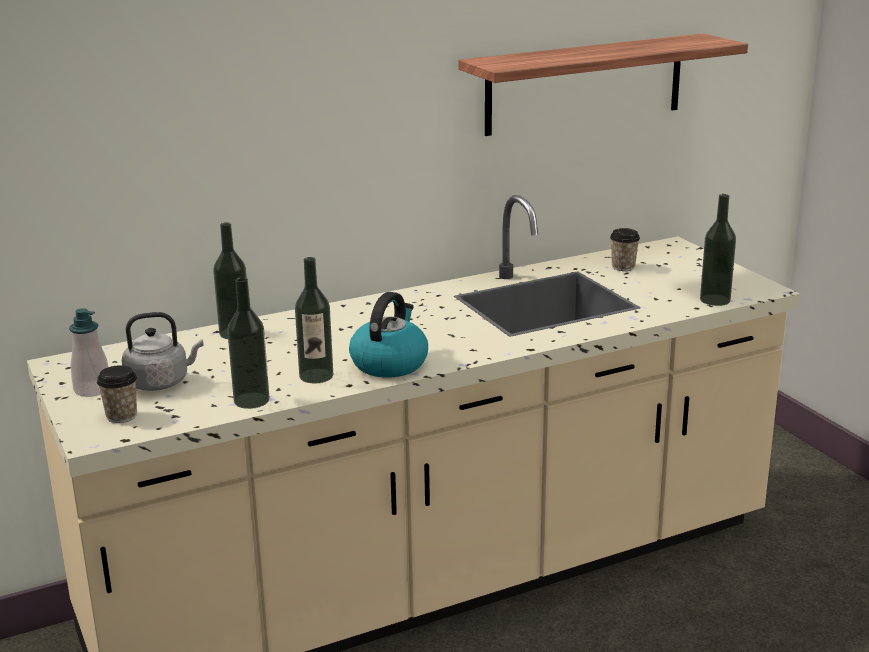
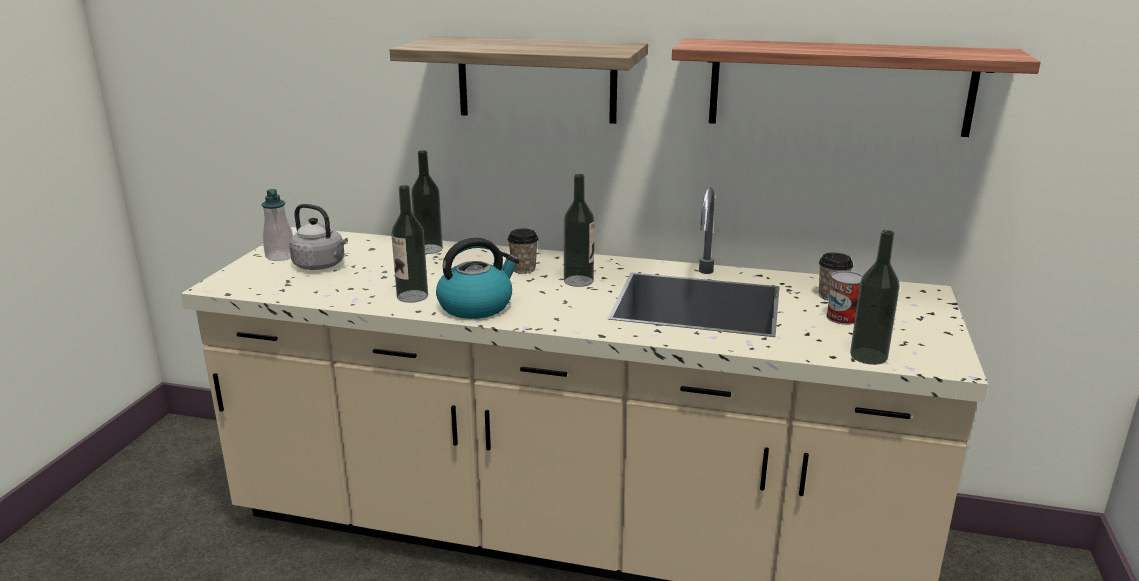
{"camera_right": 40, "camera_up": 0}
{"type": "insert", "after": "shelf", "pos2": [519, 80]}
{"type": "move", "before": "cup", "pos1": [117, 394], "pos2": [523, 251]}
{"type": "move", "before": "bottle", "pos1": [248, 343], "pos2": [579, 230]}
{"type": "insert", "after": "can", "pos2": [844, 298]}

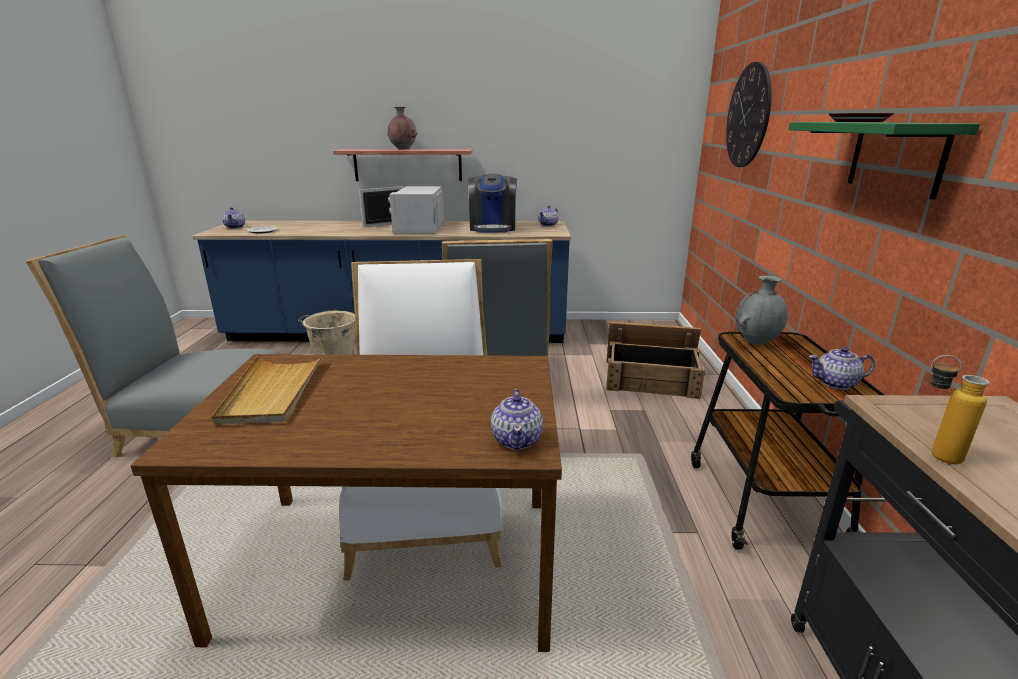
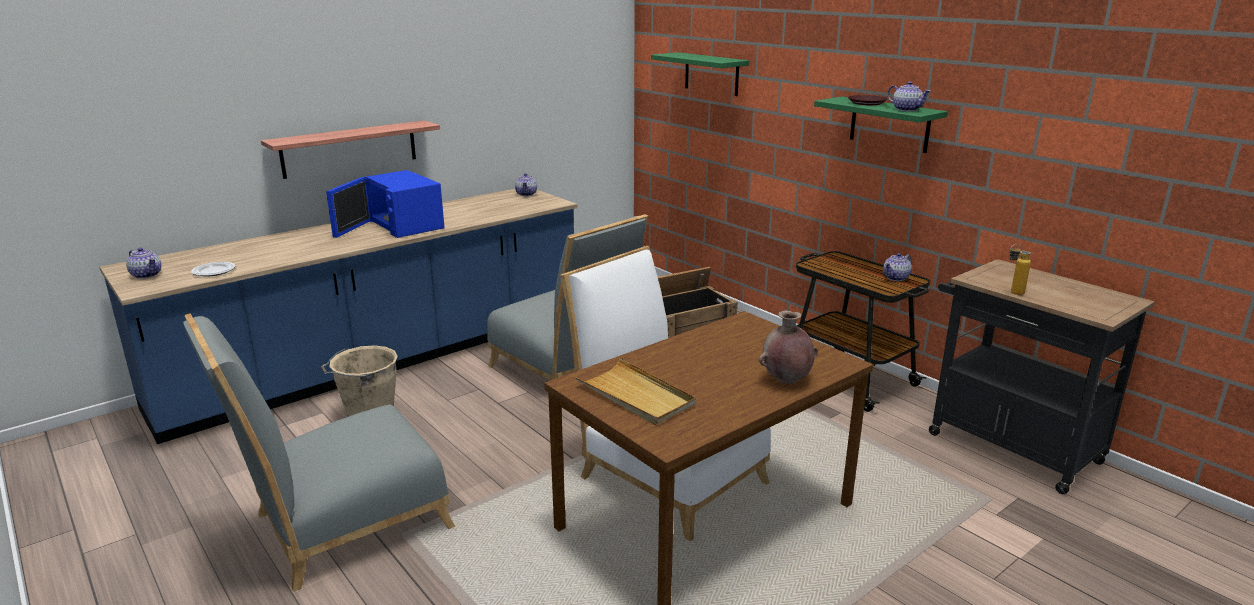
{"camera_right": -40, "camera_up": 0}
{"type": "recolor", "before": "microwave in white", "after": "microwave in blue", "pos1": [401, 210], "pos2": [385, 204]}
{"type": "replace", "before": "wall clock", "after": "shelf in green", "pos1": [749, 114], "pos2": [700, 74]}
{"type": "move", "before": "vase in brown", "pos1": [402, 128], "pos2": [788, 347]}
{"type": "move", "before": "teapot", "pos1": [517, 419], "pos2": [909, 96]}
{"type": "delete", "before": "coffee machine", "pos1": [492, 202]}
{"type": "delete", "before": "vase in grey", "pos1": [761, 310]}

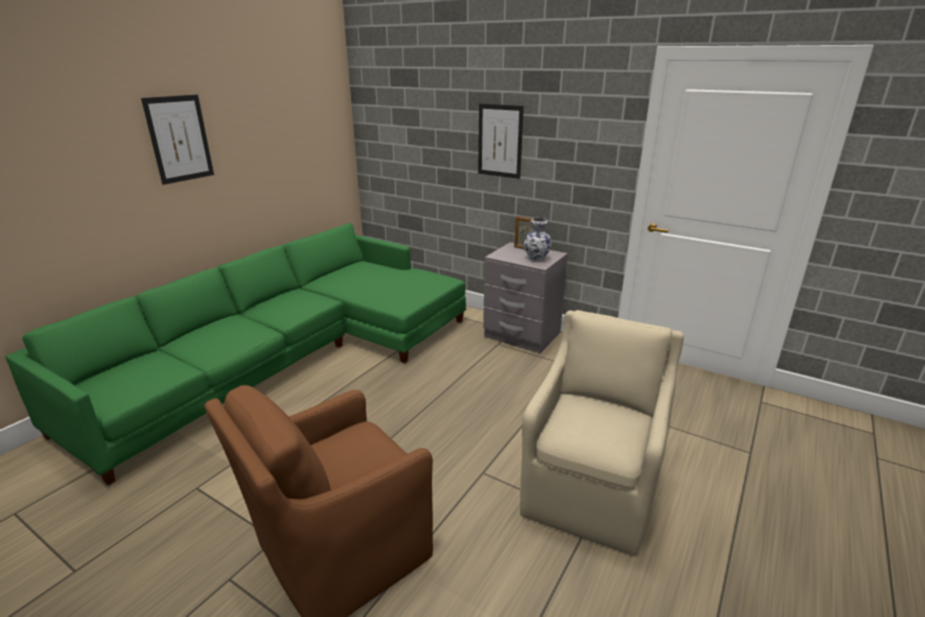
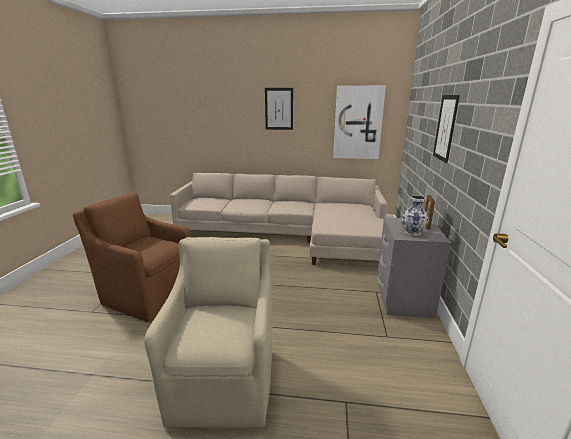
{"camera_right": 65, "camera_up": -5}
{"type": "rotate", "before": "armchair in beige", "pos1": [602, 433], "pos2": [208, 332], "turn": -90}
{"type": "recolor", "before": "sofa in green", "after": "sofa in beige", "pos1": [235, 354], "pos2": [278, 219]}
{"type": "insert", "after": "picture", "pos2": [359, 122]}

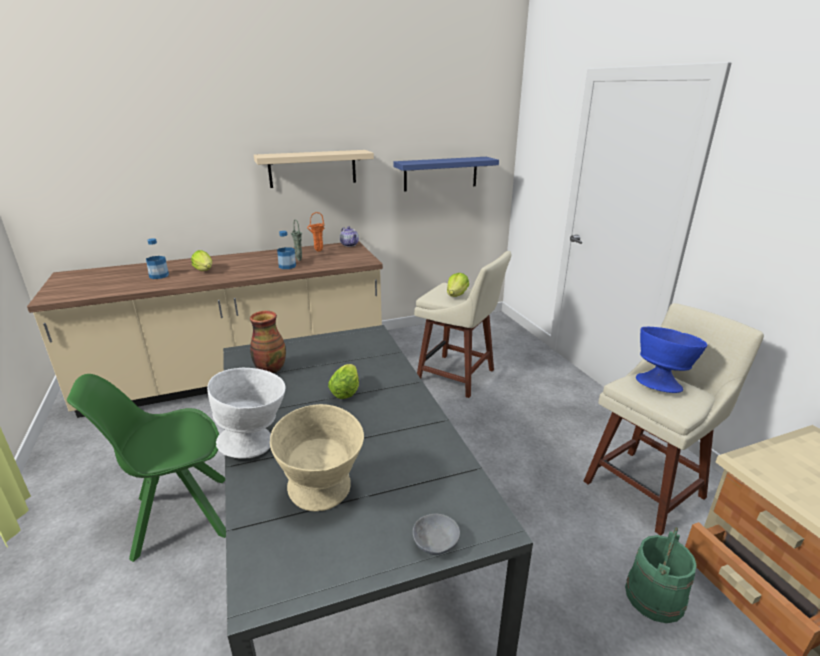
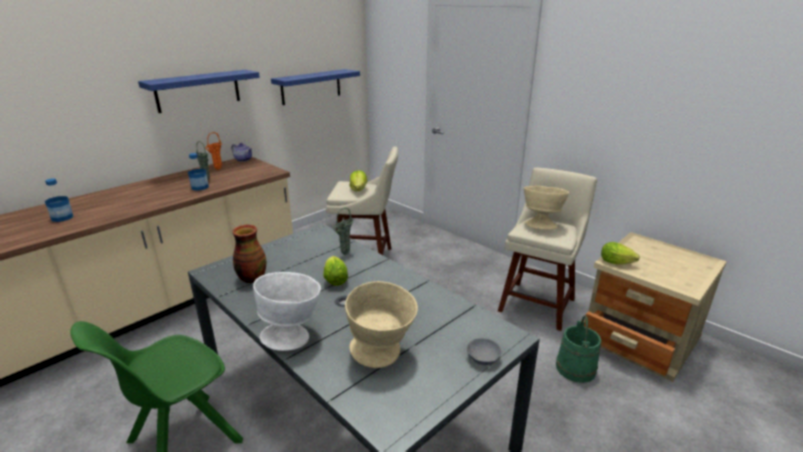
{"camera_right": -25, "camera_up": 0}
{"type": "recolor", "before": "shelf in beige", "after": "shelf in blue", "pos1": [314, 169], "pos2": [199, 91]}
{"type": "insert", "after": "vase in green", "pos2": [343, 231]}
{"type": "recolor", "before": "bowl in blue", "after": "bowl in beige", "pos1": [671, 360], "pos2": [546, 208]}
{"type": "move", "before": "lettuce", "pos1": [201, 260], "pos2": [620, 253]}

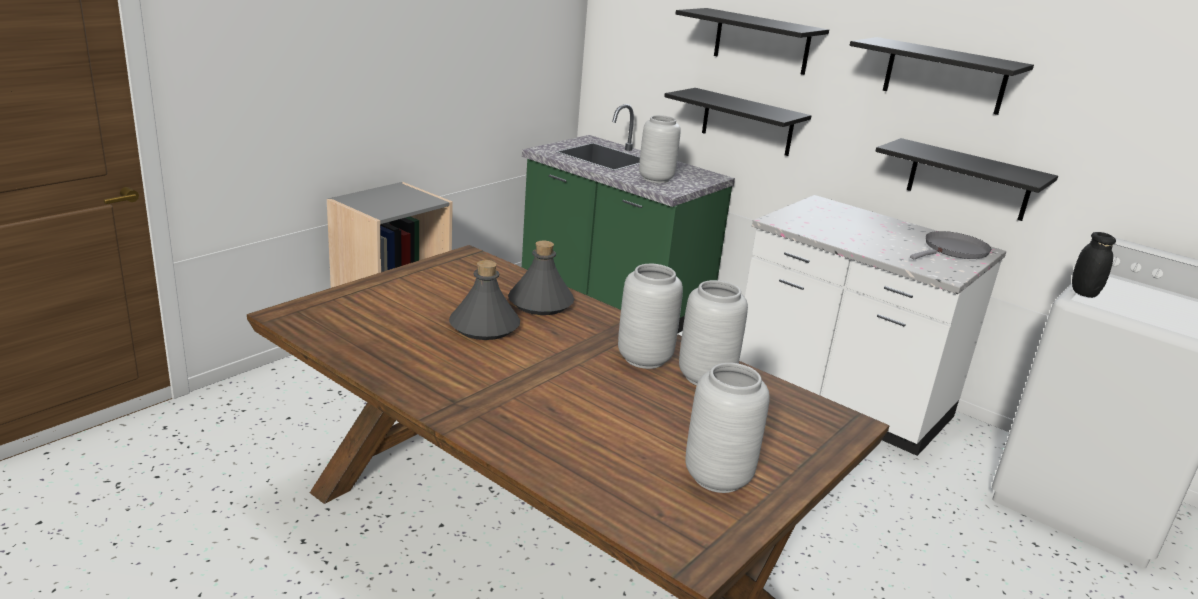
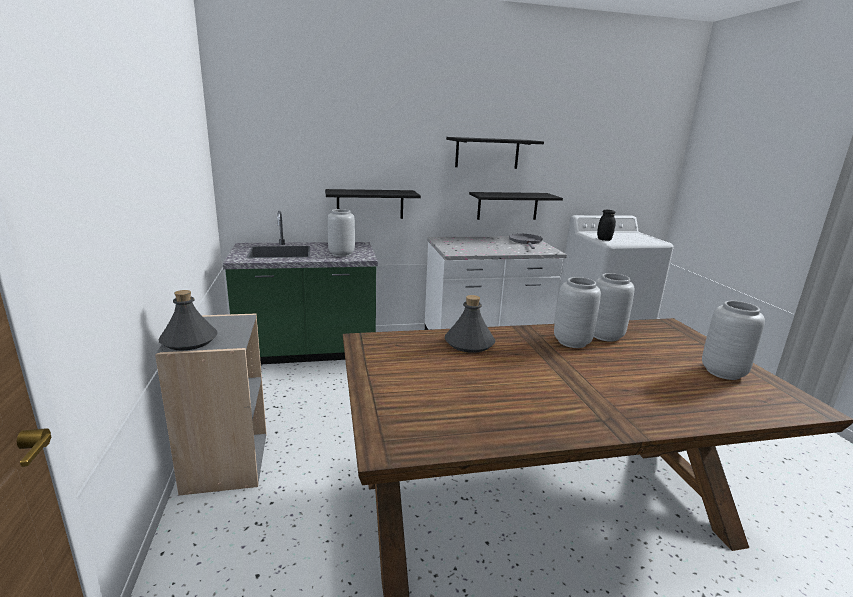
{"camera_right": -50, "camera_up": -5}
{"type": "move", "before": "bottle in grey", "pos1": [484, 300], "pos2": [188, 320]}
{"type": "delete", "before": "shelf in black", "pos1": [752, 41]}

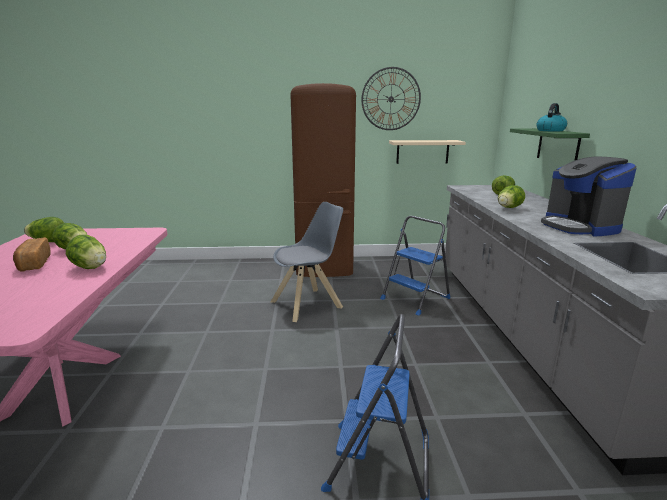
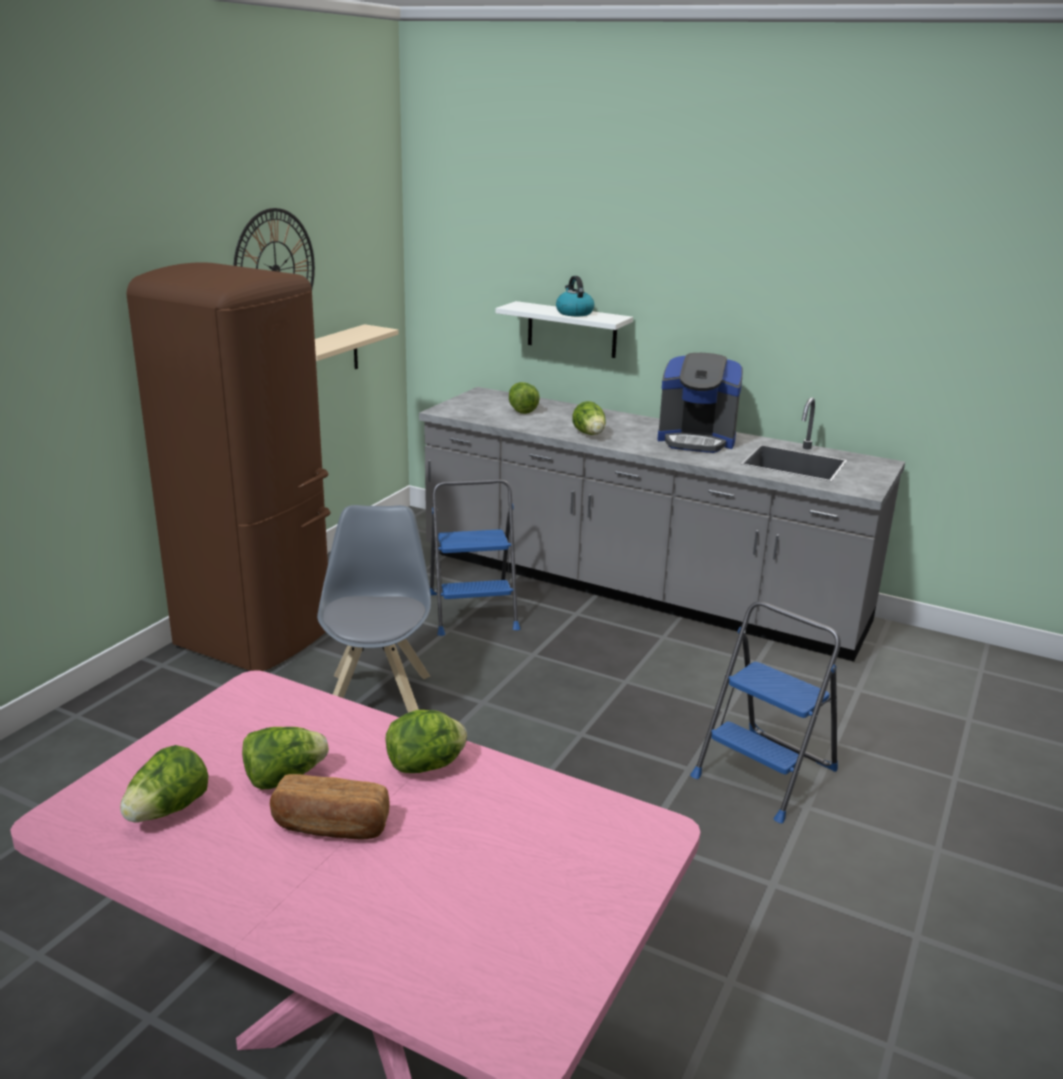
{"camera_right": -60, "camera_up": 5}
{"type": "recolor", "before": "shelf in green", "after": "shelf in white", "pos1": [550, 144], "pos2": [564, 329]}

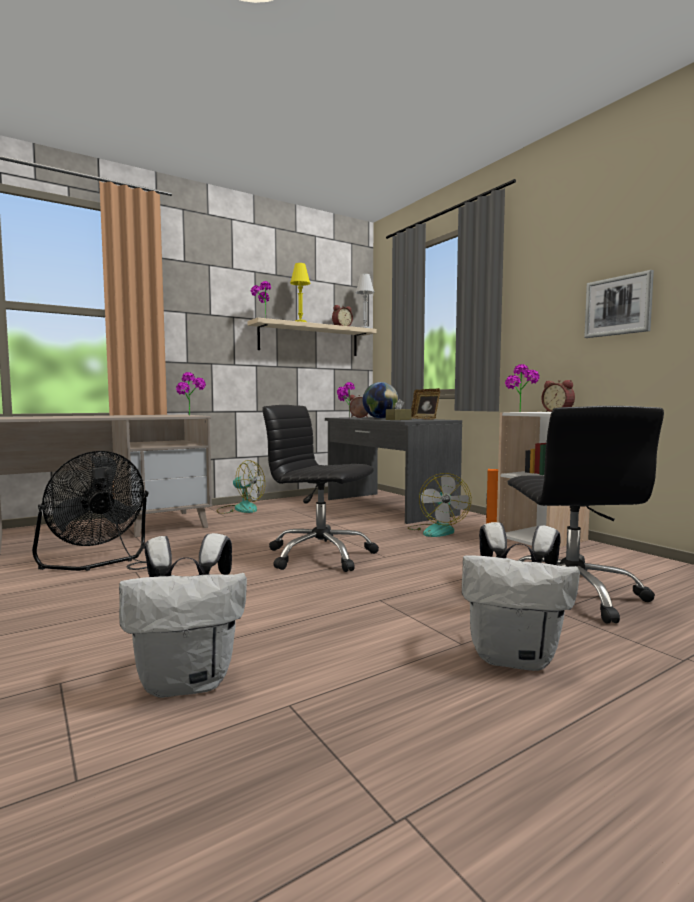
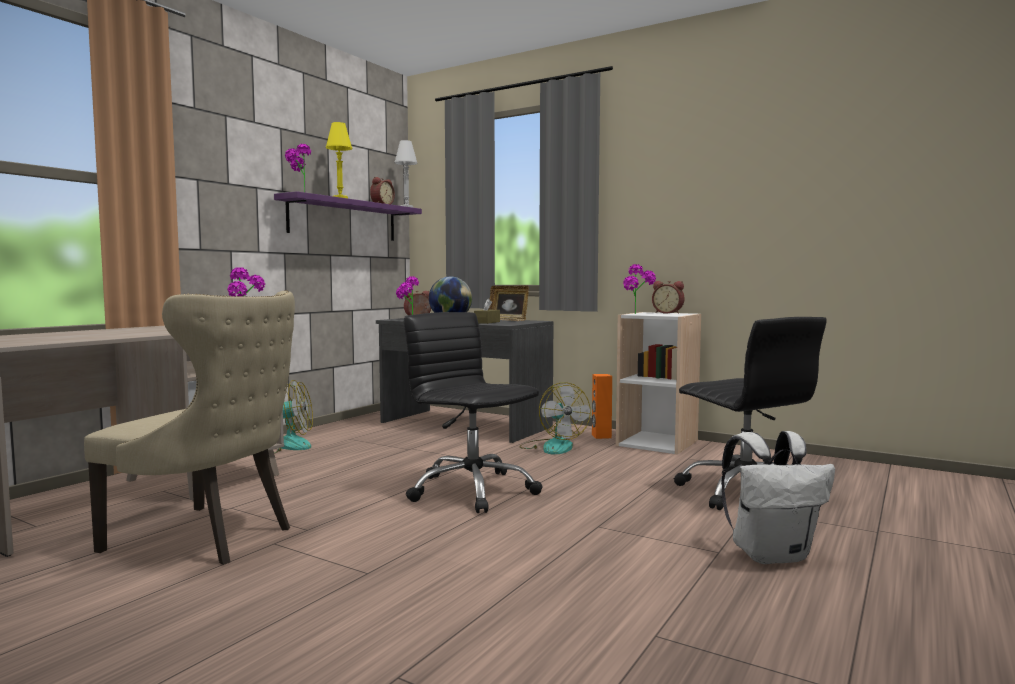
{"camera_right": -25, "camera_up": 0}
{"type": "replace", "before": "fan in black", "after": "chair in beige", "pos1": [90, 511], "pos2": [189, 427]}
{"type": "recolor", "before": "shelf in beige", "after": "shelf in purple", "pos1": [312, 337], "pos2": [348, 216]}
{"type": "rotate", "before": "office chair in black", "pos1": [320, 488], "pos2": [473, 412], "turn": 45}
{"type": "delete", "before": "backpack in white", "pos1": [183, 615]}
{"type": "delete", "before": "picture", "pos1": [619, 304]}

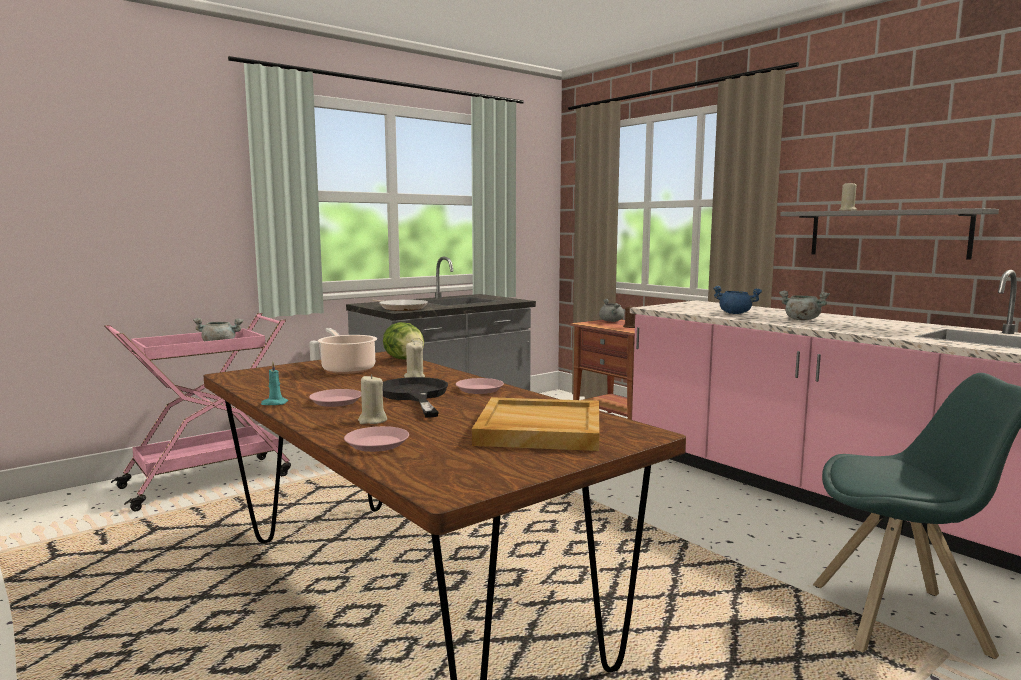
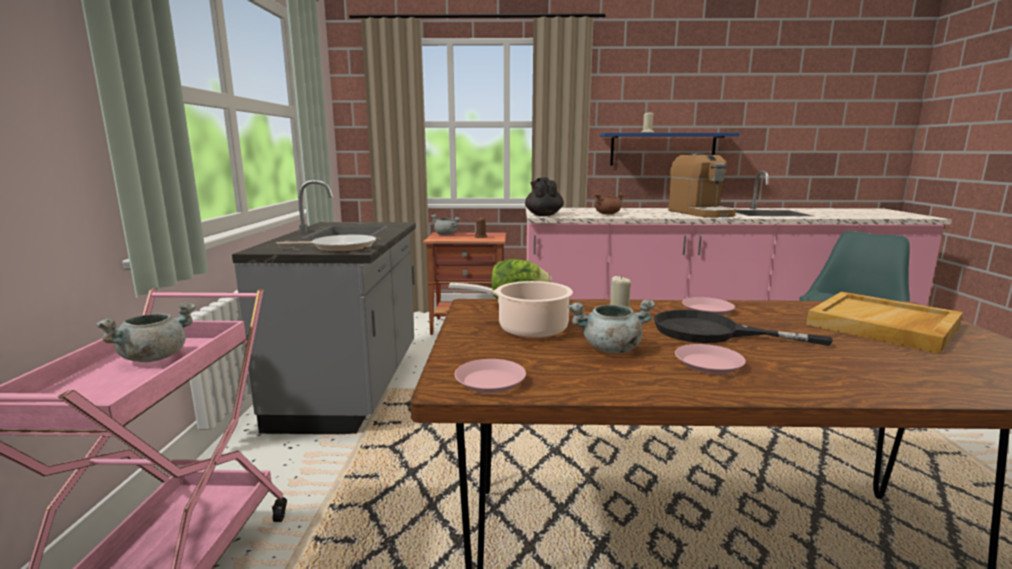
{"camera_right": -50, "camera_up": 5}
{"type": "move", "before": "plate in pink", "pos1": [376, 439], "pos2": [490, 376]}
{"type": "insert", "after": "teapot in black", "pos2": [544, 197]}
{"type": "move", "before": "cooking pot in grey", "pos1": [804, 305], "pos2": [612, 326]}
{"type": "recolor", "before": "cooking pot in blue", "after": "cooking pot in brown", "pos1": [737, 300], "pos2": [610, 203]}
{"type": "recolor", "before": "shelf in grey", "after": "shelf in blue", "pos1": [889, 234], "pos2": [670, 149]}
{"type": "insert", "after": "coffee machine", "pos2": [702, 185]}
{"type": "delete", "before": "candle in turquoise", "pos1": [274, 383]}
{"type": "delete", "before": "candle in beige", "pos1": [372, 399]}

